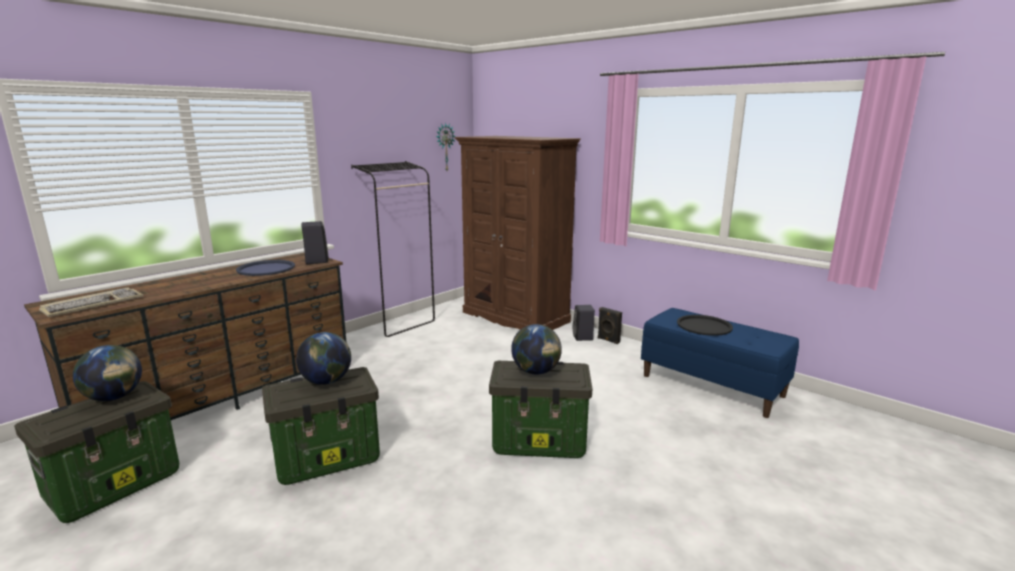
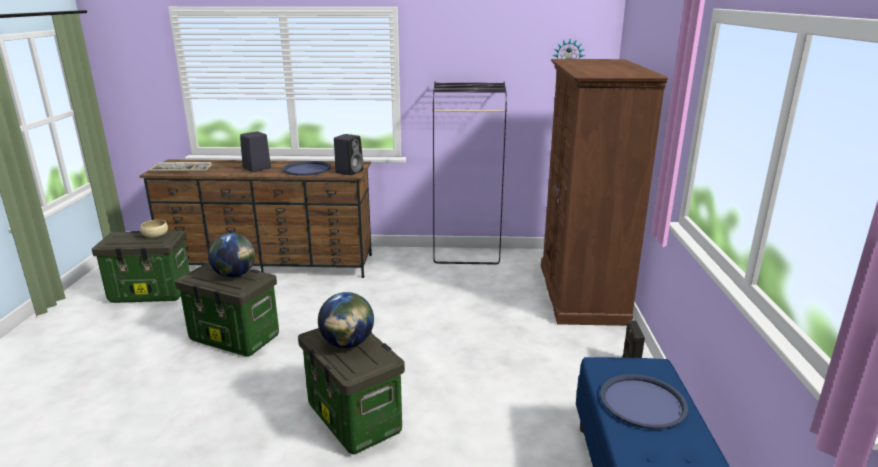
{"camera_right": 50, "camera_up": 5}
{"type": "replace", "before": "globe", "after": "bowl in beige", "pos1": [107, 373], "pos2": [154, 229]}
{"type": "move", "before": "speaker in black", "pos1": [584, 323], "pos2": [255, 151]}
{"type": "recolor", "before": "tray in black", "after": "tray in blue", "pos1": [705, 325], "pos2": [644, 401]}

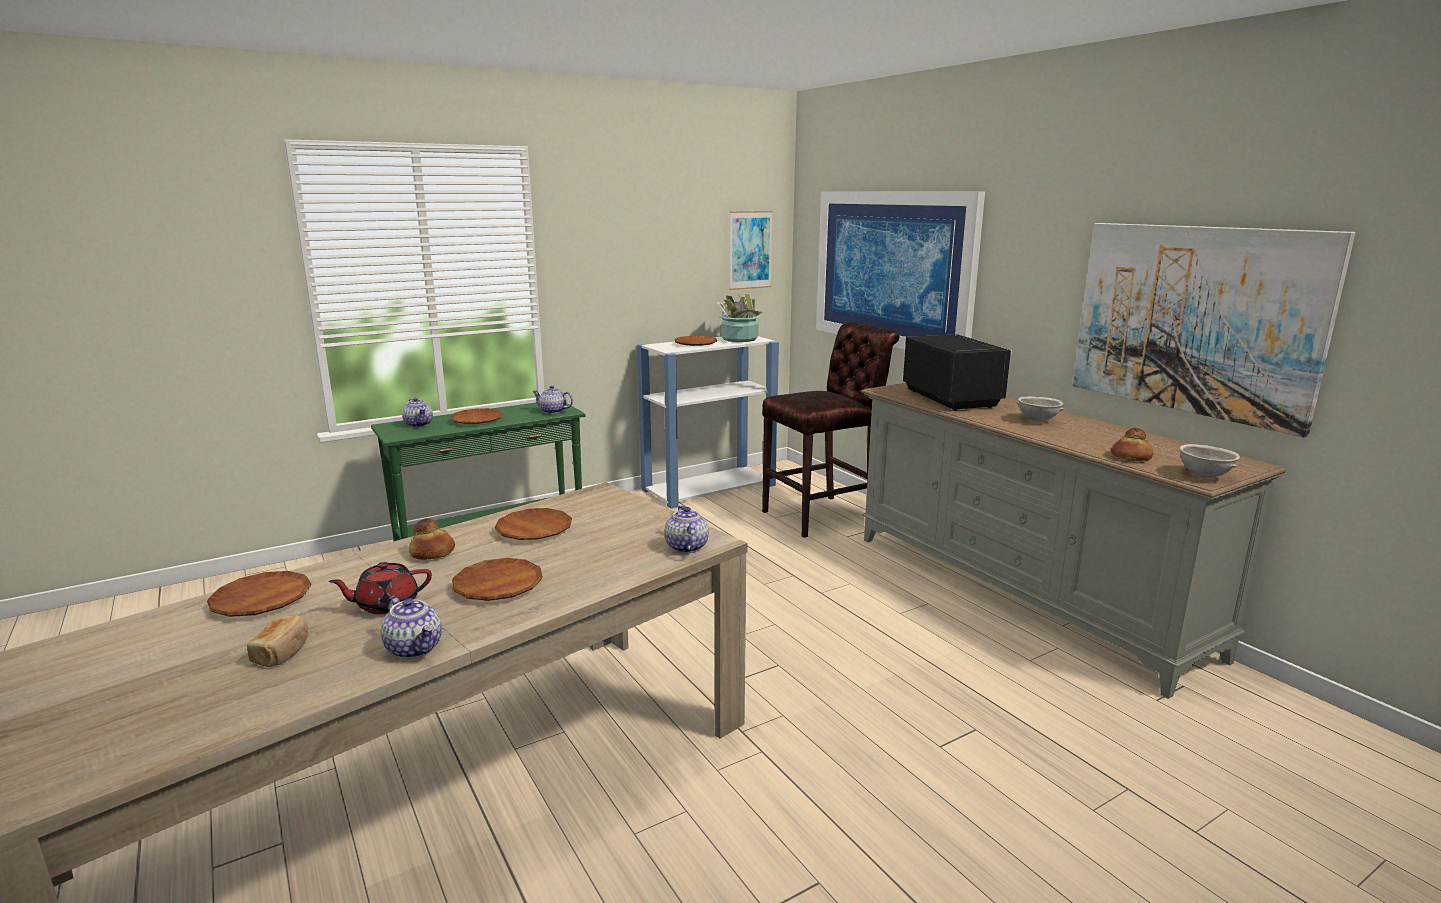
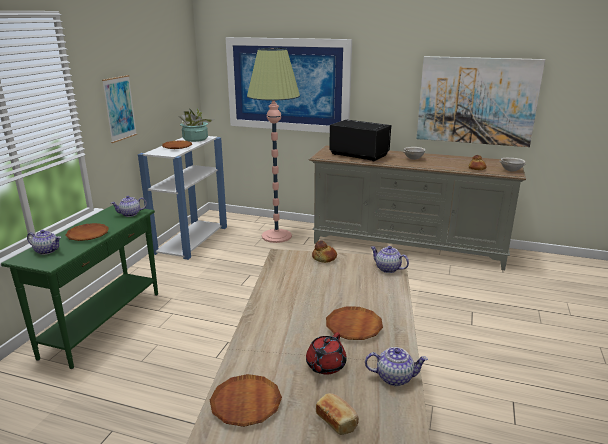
{"camera_right": -40, "camera_up": 5}
{"type": "move", "before": "picture", "pos1": [751, 250], "pos2": [119, 109]}
{"type": "replace", "before": "stool in brown", "after": "floor lamp", "pos1": [830, 430], "pos2": [273, 145]}
{"type": "move", "before": "bread", "pos1": [432, 539], "pos2": [324, 251]}
{"type": "delete", "before": "plate in brown", "pos1": [533, 524]}

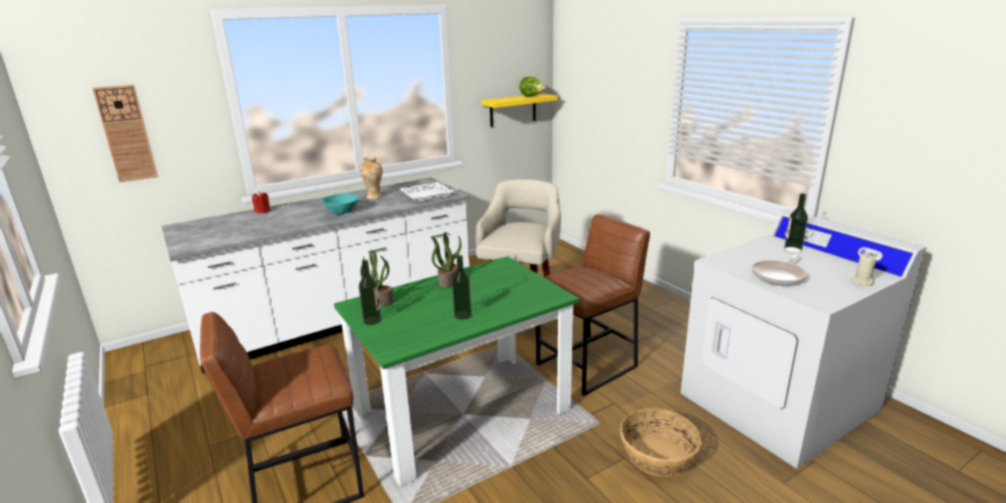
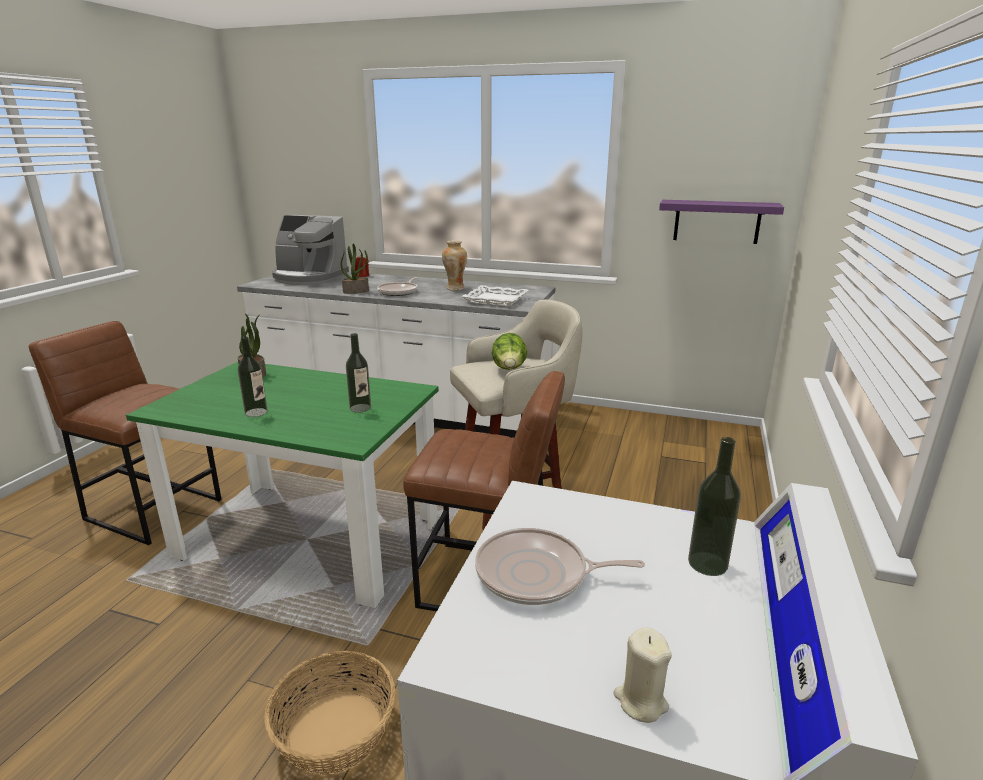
{"camera_right": 50, "camera_up": 0}
{"type": "insert", "after": "coffee machine", "pos2": [310, 250]}
{"type": "move", "before": "potted plant", "pos1": [446, 260], "pos2": [354, 268]}
{"type": "move", "before": "bottle", "pos1": [370, 292], "pos2": [358, 373]}
{"type": "replace", "before": "bowl in turquoise", "after": "frying pan", "pos1": [341, 203], "pos2": [397, 286]}
{"type": "move", "before": "lettuce", "pos1": [532, 87], "pos2": [509, 351]}
{"type": "recolor", "before": "shelf in yellow", "after": "shelf in purple", "pos1": [519, 110], "pos2": [721, 222]}
{"type": "delete", "before": "wall clock", "pos1": [125, 133]}

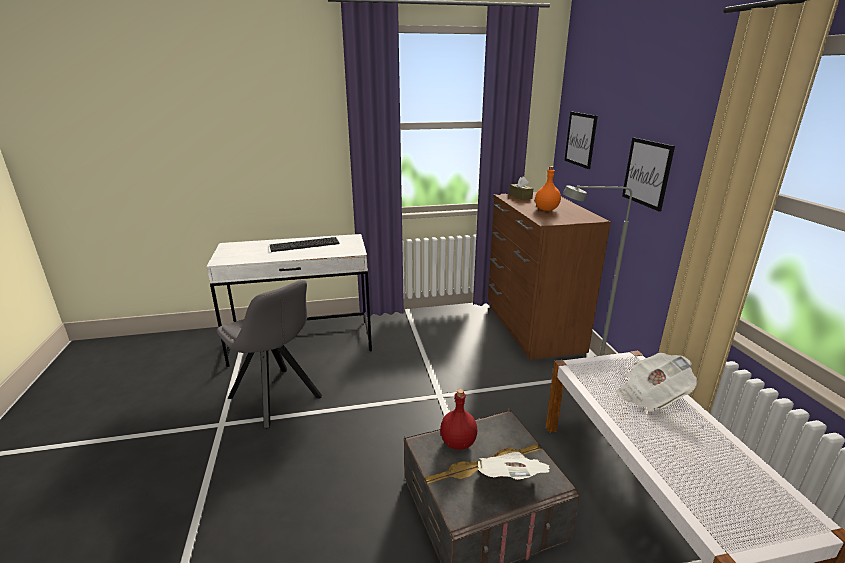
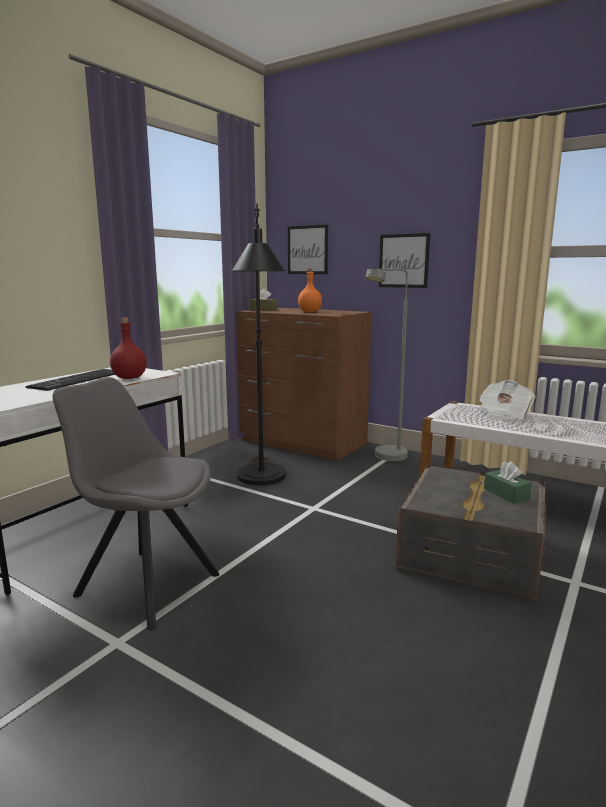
{"camera_right": -45, "camera_up": -10}
{"type": "rotate", "before": "chair in grey", "pos1": [269, 353], "pos2": [136, 503], "turn": -150}
{"type": "move", "before": "bottle in red", "pos1": [458, 419], "pos2": [128, 348]}
{"type": "insert", "after": "floor lamp in black", "pos2": [258, 344]}
{"type": "replace", "before": "newspaper", "after": "tissue box in green", "pos1": [514, 466], "pos2": [508, 482]}

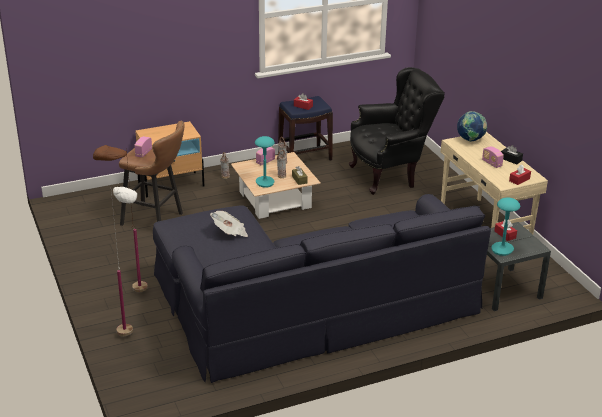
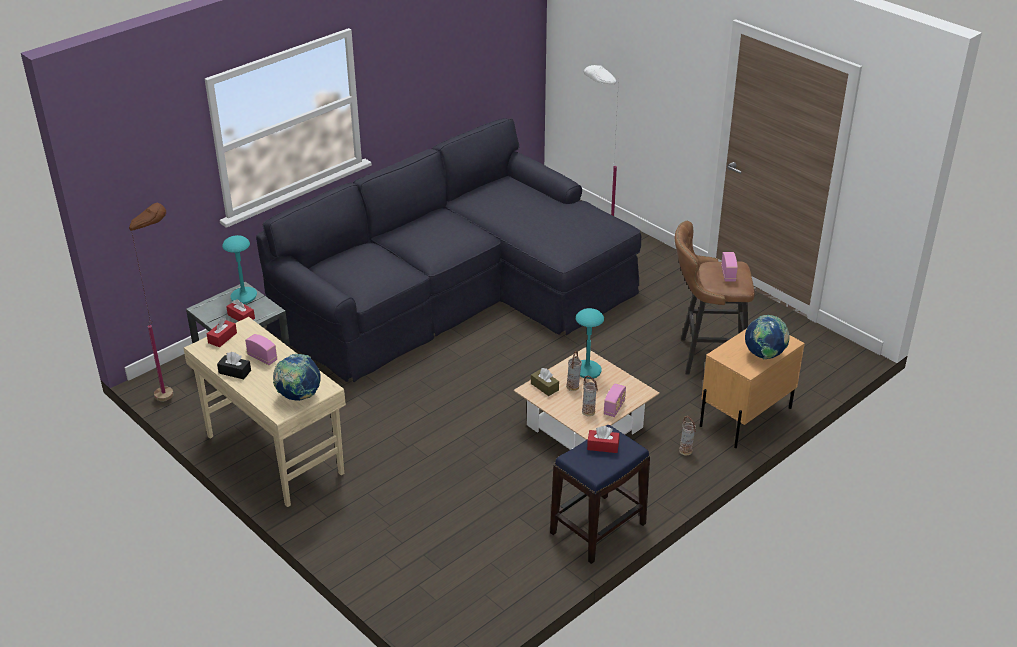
{"camera_right": 160, "camera_up": 5}
{"type": "move", "before": "floor lamp in brown", "pos1": [120, 218], "pos2": [151, 302]}
{"type": "insert", "after": "globe", "pos2": [767, 337]}
{"type": "delete", "before": "newspaper", "pos1": [229, 224]}
{"type": "delete", "before": "armchair in black", "pos1": [397, 131]}

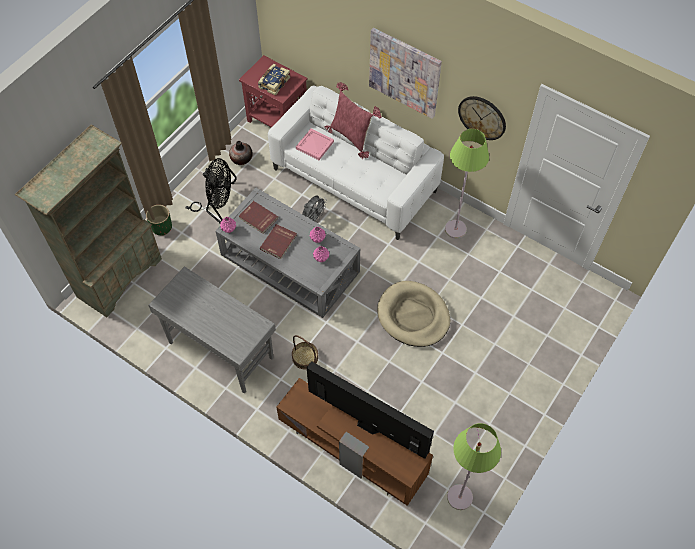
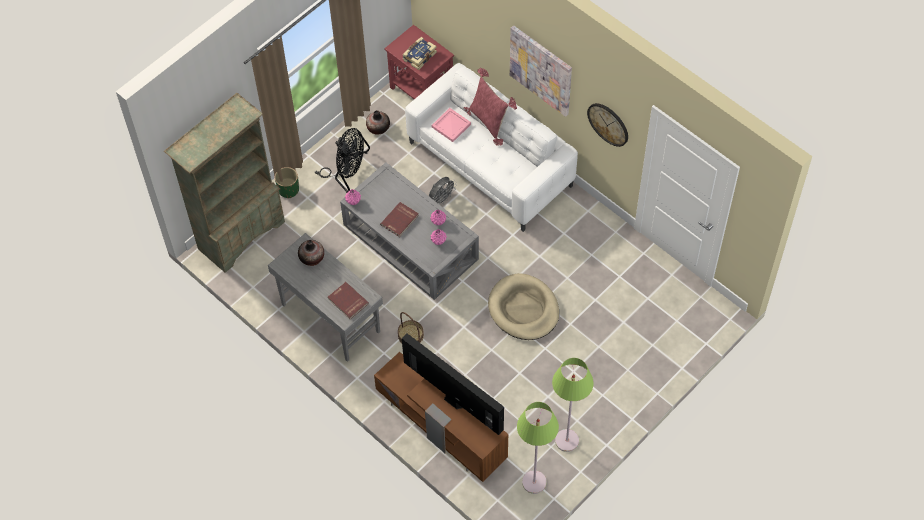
{"camera_right": 10, "camera_up": 0}
{"type": "insert", "after": "vase", "pos2": [311, 253]}
{"type": "move", "before": "book in red", "pos1": [258, 217], "pos2": [348, 300]}
{"type": "move", "before": "floor lamp in green", "pos1": [467, 184], "pos2": [573, 405]}

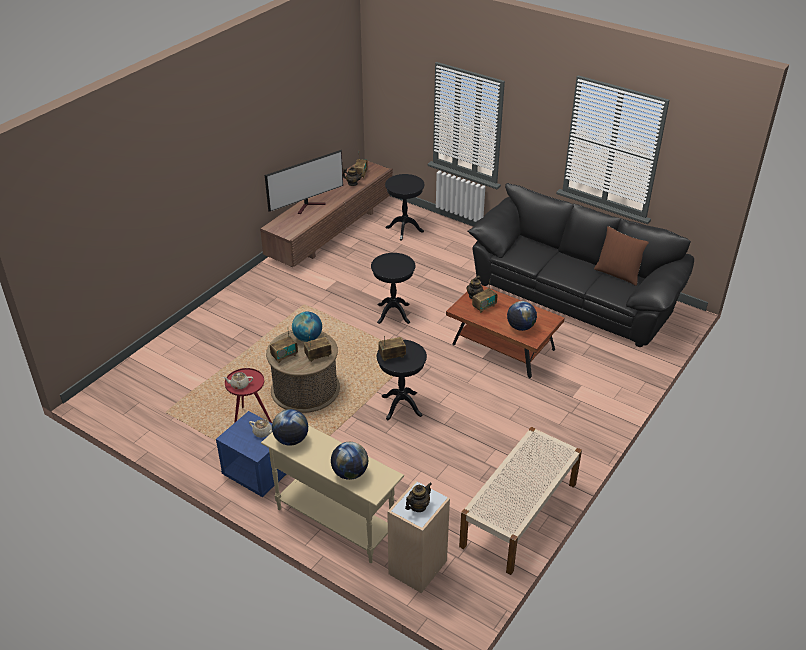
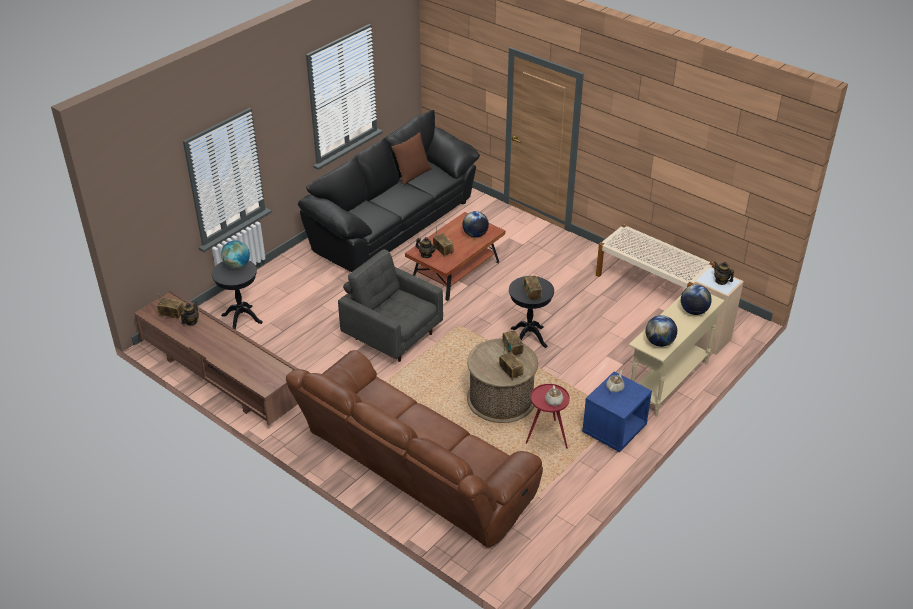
{"camera_right": -85, "camera_up": 0}
{"type": "move", "before": "globe", "pos1": [307, 326], "pos2": [235, 255]}
{"type": "insert", "after": "sofa in brown", "pos2": [414, 449]}
{"type": "replace", "before": "side table in black", "after": "armchair in grey", "pos1": [393, 288], "pos2": [390, 305]}
{"type": "delete", "before": "television", "pos1": [304, 182]}

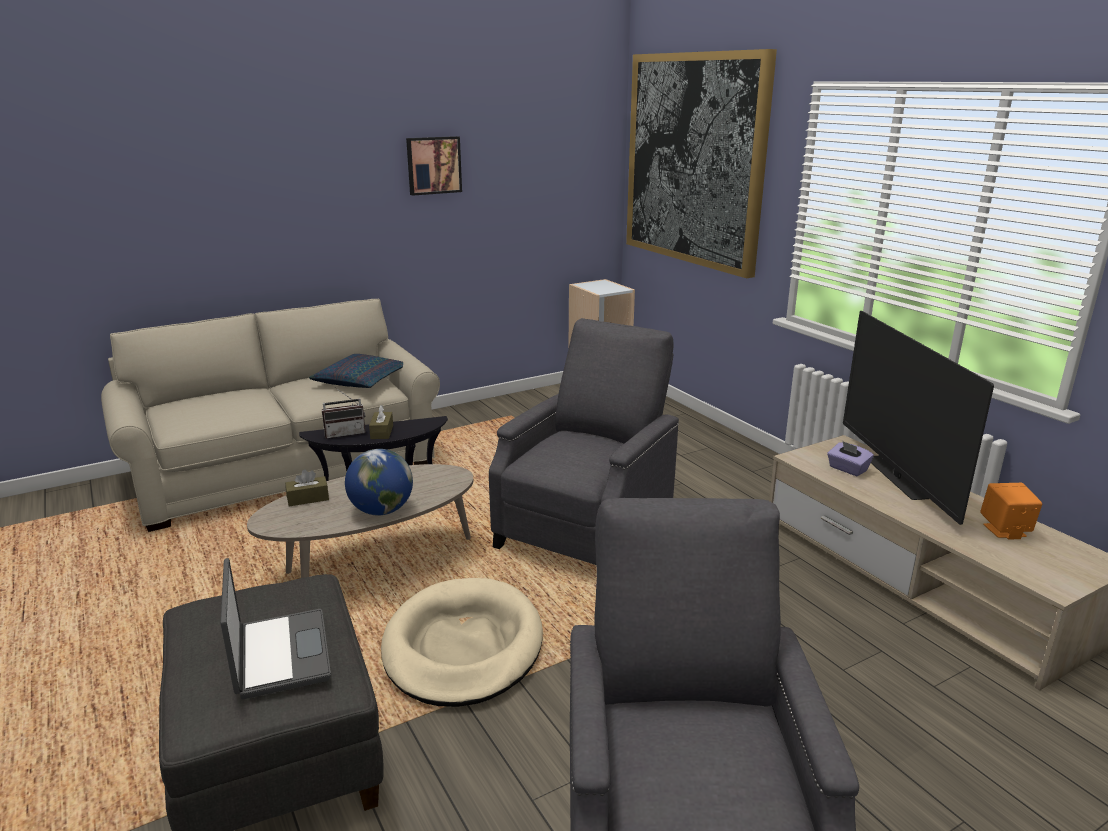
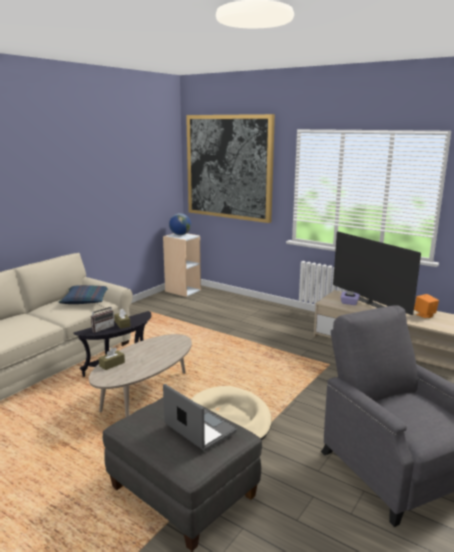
{"camera_right": -25, "camera_up": -5}
{"type": "move", "before": "globe", "pos1": [379, 482], "pos2": [180, 224]}
{"type": "delete", "before": "picture", "pos1": [434, 166]}
{"type": "delete", "before": "armchair in grey", "pos1": [584, 441]}

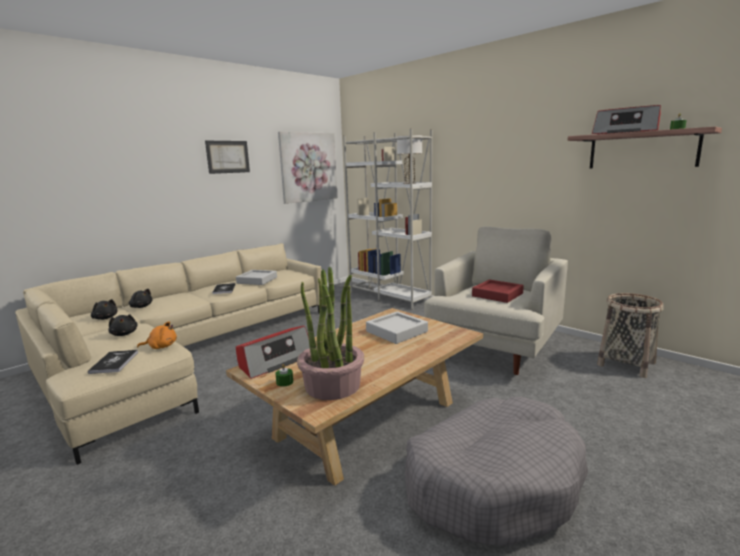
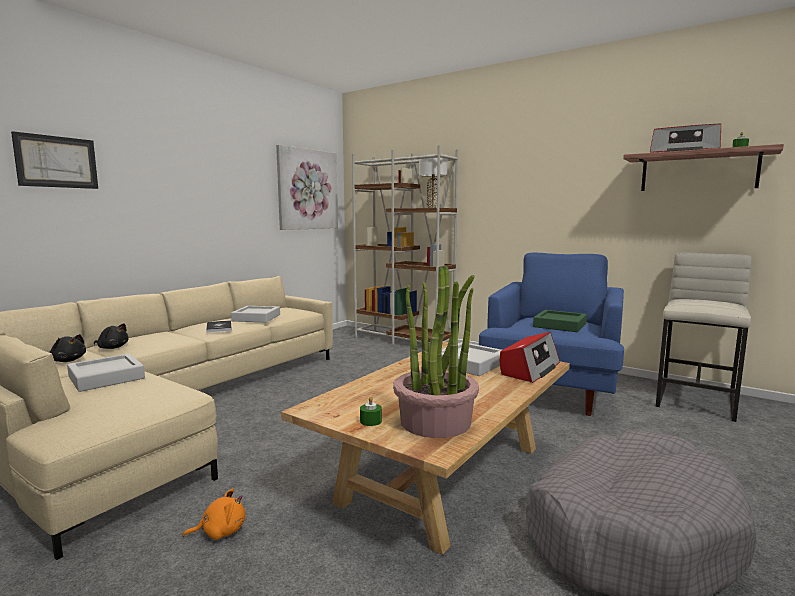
{"camera_right": -10, "camera_up": -5}
{"type": "move", "before": "picture", "pos1": [227, 157], "pos2": [54, 160]}
{"type": "replace", "before": "plush toy in black", "after": "tray in grey", "pos1": [123, 325], "pos2": [106, 372]}
{"type": "move", "before": "plush toy in orange", "pos1": [157, 335], "pos2": [214, 514]}
{"type": "recolor", "before": "bookcase in white", "after": "bookcase in brown", "pos1": [388, 218], "pos2": [405, 245]}
{"type": "recolor", "before": "armchair in beige", "after": "armchair in blue", "pos1": [496, 301], "pos2": [551, 334]}
{"type": "move", "before": "radio", "pos1": [273, 352], "pos2": [530, 357]}
{"type": "recolor", "before": "tray in red", "after": "tray in green", "pos1": [498, 291], "pos2": [560, 321]}
{"type": "replace", "before": "basket", "after": "stool in beige", "pos1": [630, 335], "pos2": [704, 337]}
{"type": "delete", "before": "book", "pos1": [113, 362]}

